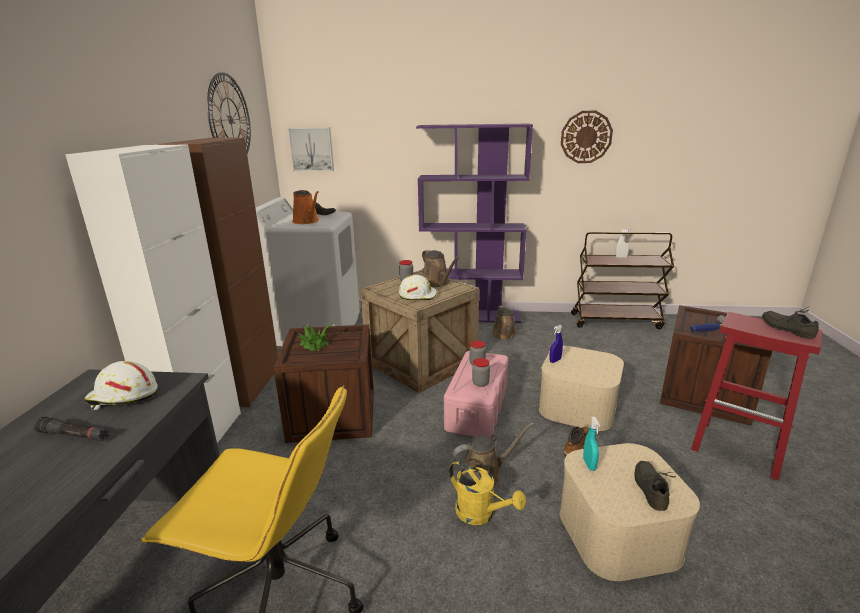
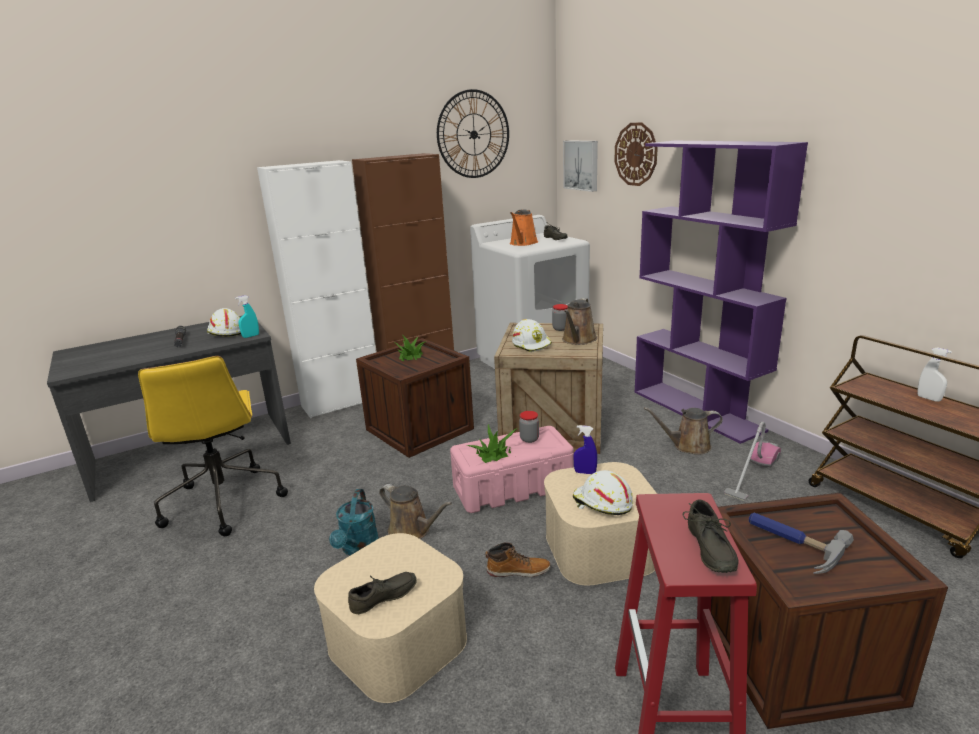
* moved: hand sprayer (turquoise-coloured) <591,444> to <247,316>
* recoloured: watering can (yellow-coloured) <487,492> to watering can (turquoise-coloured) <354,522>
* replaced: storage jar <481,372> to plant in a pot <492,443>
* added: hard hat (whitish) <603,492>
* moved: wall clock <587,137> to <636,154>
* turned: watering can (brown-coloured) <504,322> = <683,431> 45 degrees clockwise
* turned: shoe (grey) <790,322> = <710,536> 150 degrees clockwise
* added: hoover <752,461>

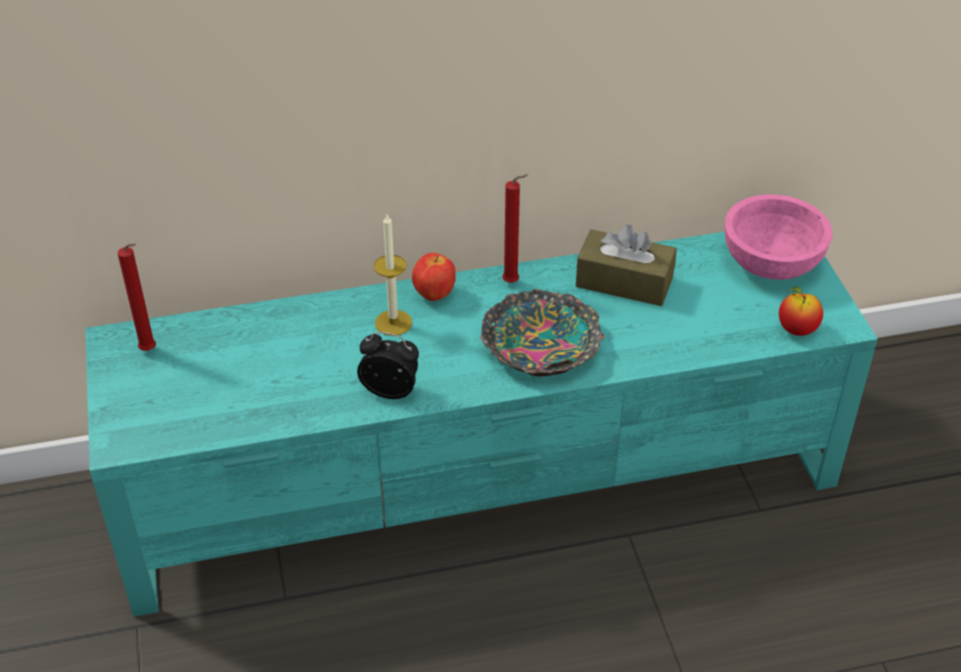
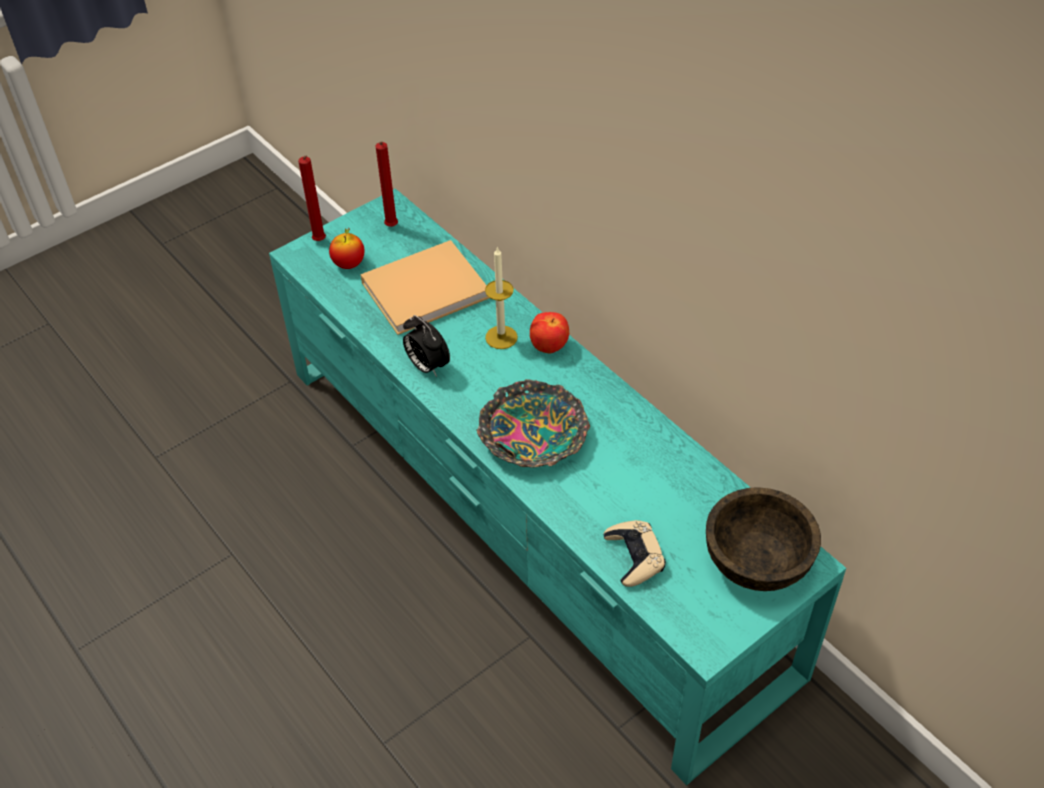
* moved: wax candle (reddish) <515,228> to <312,198>
* moved: whole apple <801,311> to <346,248>
* added: volume (sand-coloured) <425,287>
* turned: alarm clock <388,365> = <426,346> 150 degrees clockwise
* added: joypad (sand-coloured) <634,553>
* recoloured: serving bowl (pinkish) <778,237> to serving bowl (brown-coloured) <763,539>
* removed: box of tissues (brown-coloured) <626,265>

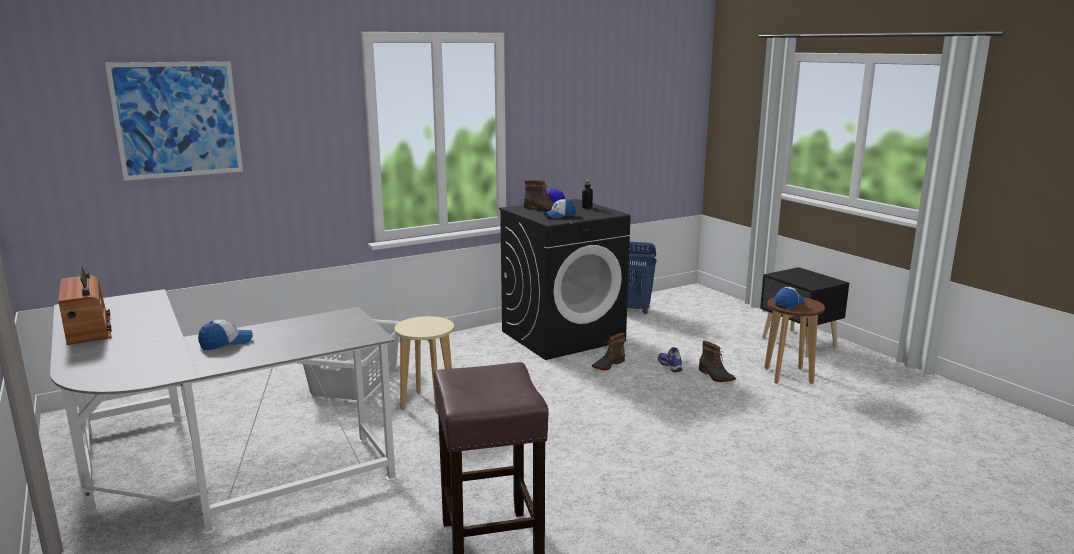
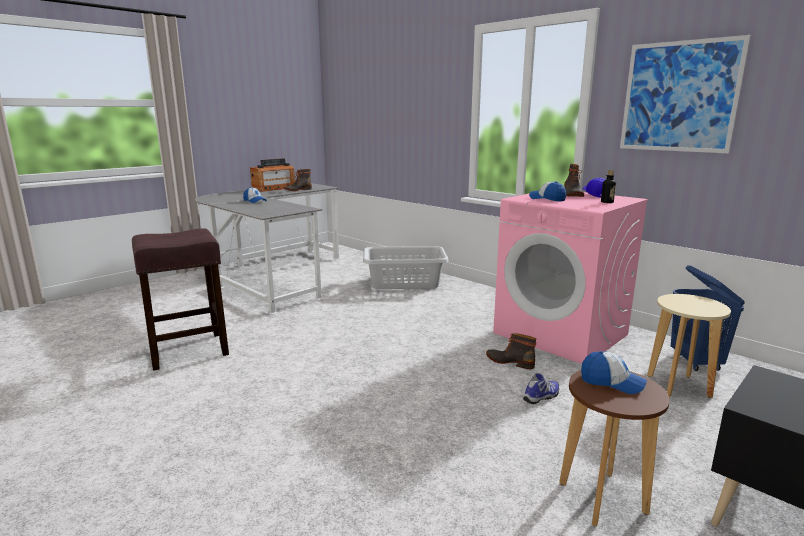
* moved: tall boot <717,361> to <298,180>
* recoloured: laundry appliance (blackish) <565,279> to laundry appliance (pinkish) <570,278>
* moved: picture <174,121> to <685,94>
* moved: stool (sand-coloured) <424,365> to <689,346>

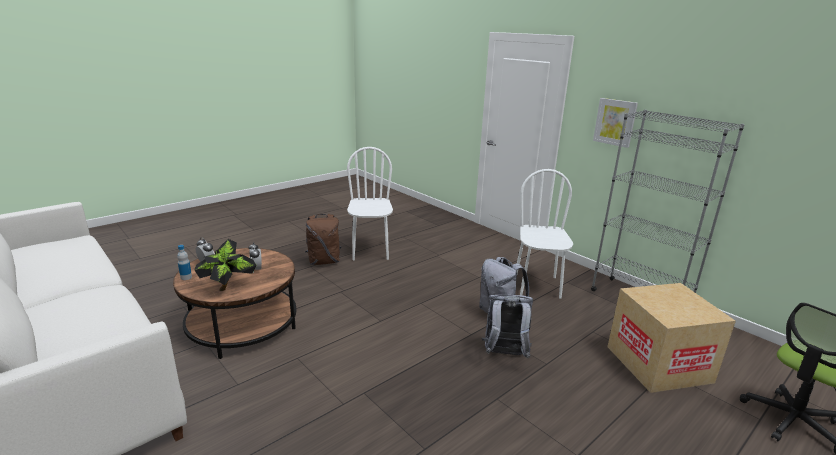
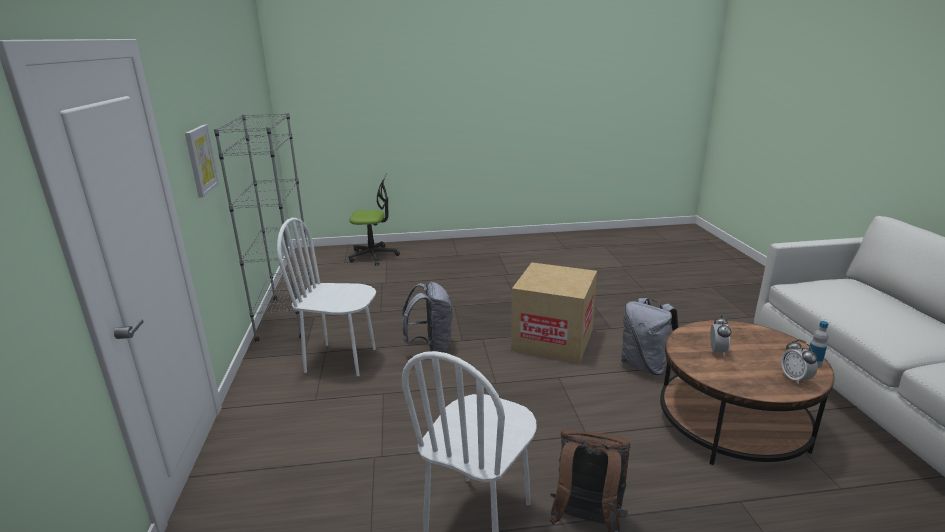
* turned: upright chair (whitish) <544,233> = <326,297> 60 degrees clockwise
* moved: packing box <671,338> to <554,313>
* moved: knapsack (grey) <507,326> to <650,336>
* removed: plant in a pot <225,265>

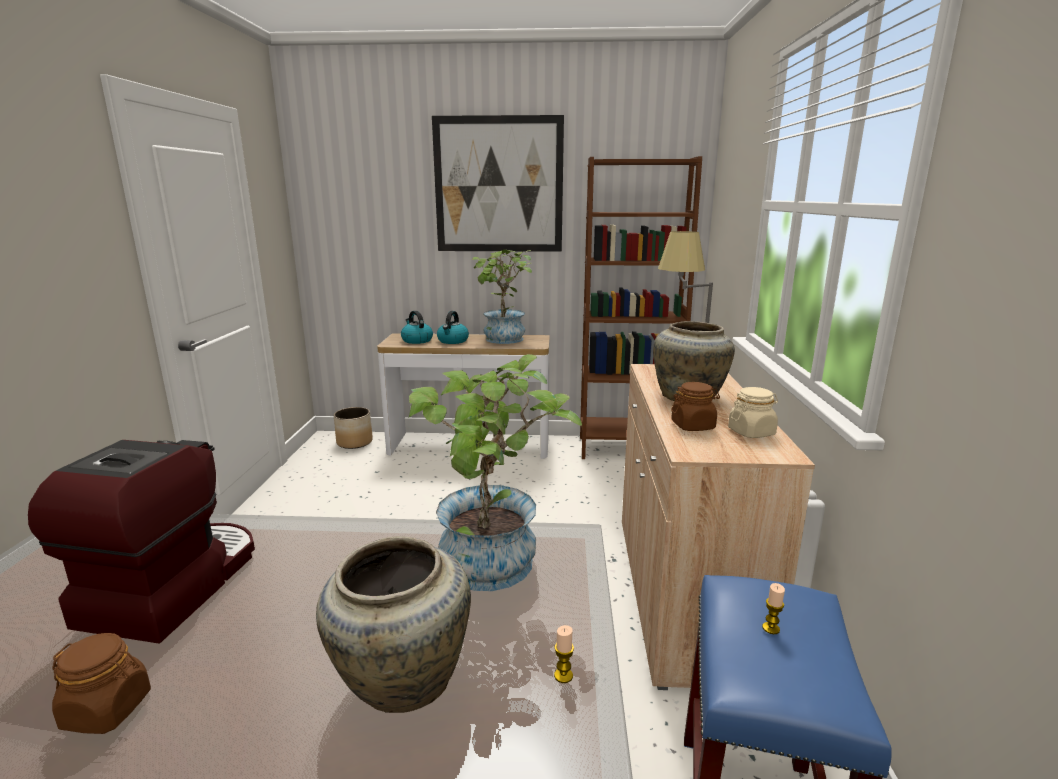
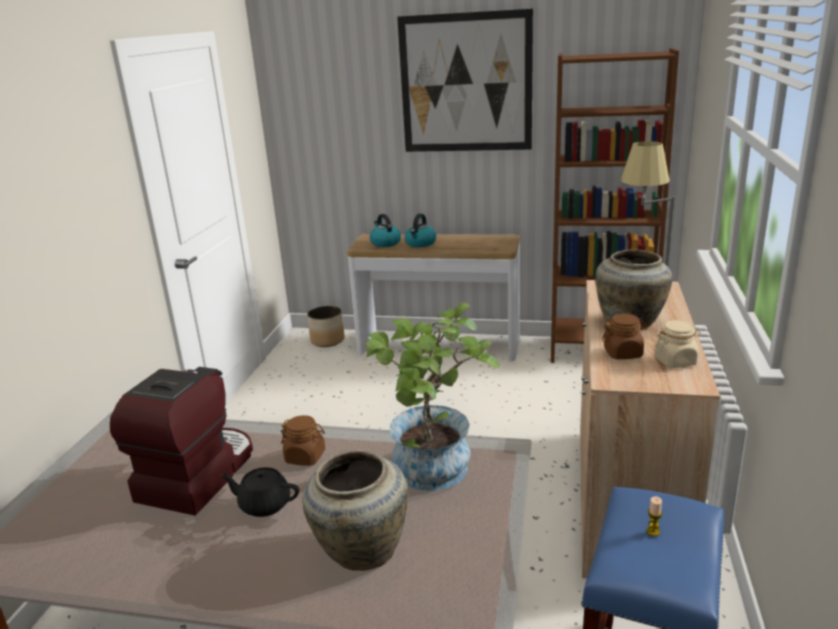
* added: pot for tea (blackish) <259,492>
* moved: storage jar (brown-coloured) <101,683> to <303,440>
* removed: plant in a pot <502,296>
* removed: wax candle <564,654>

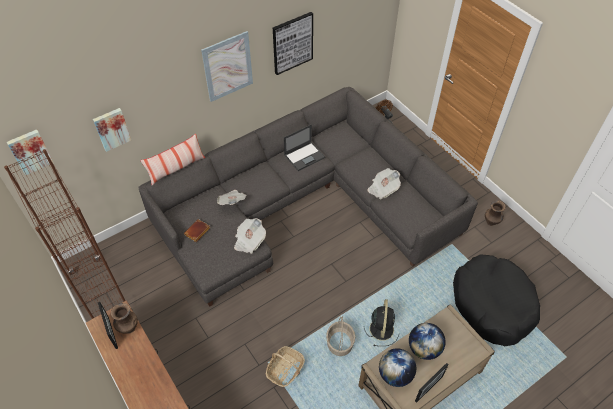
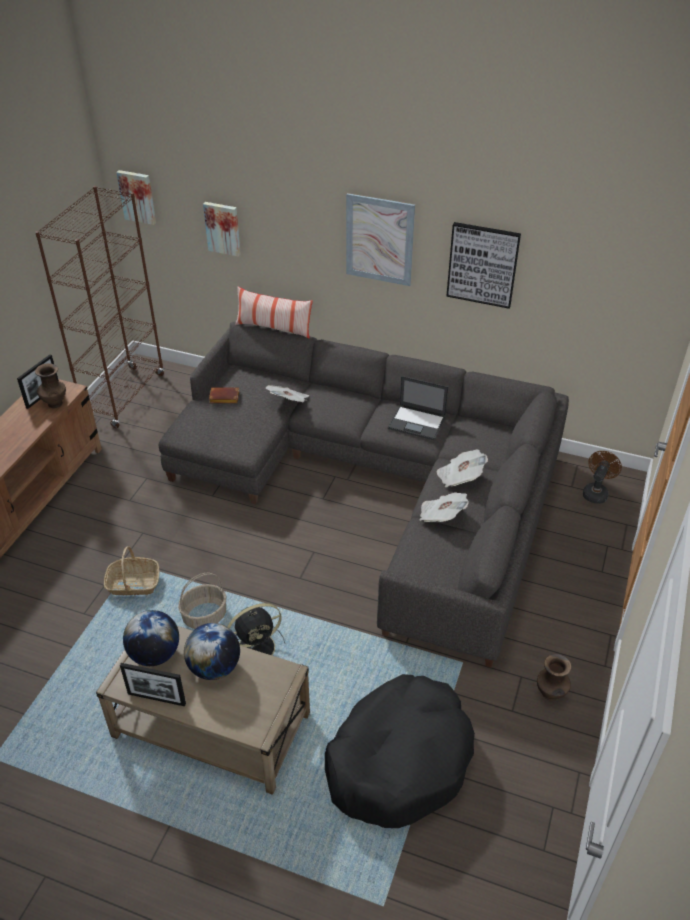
* moved: printed paper <250,236> to <462,468>

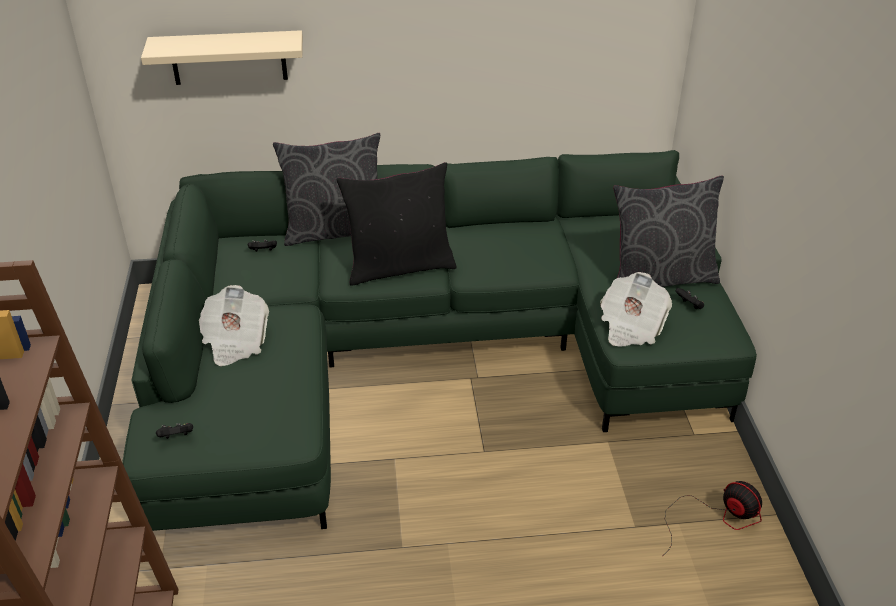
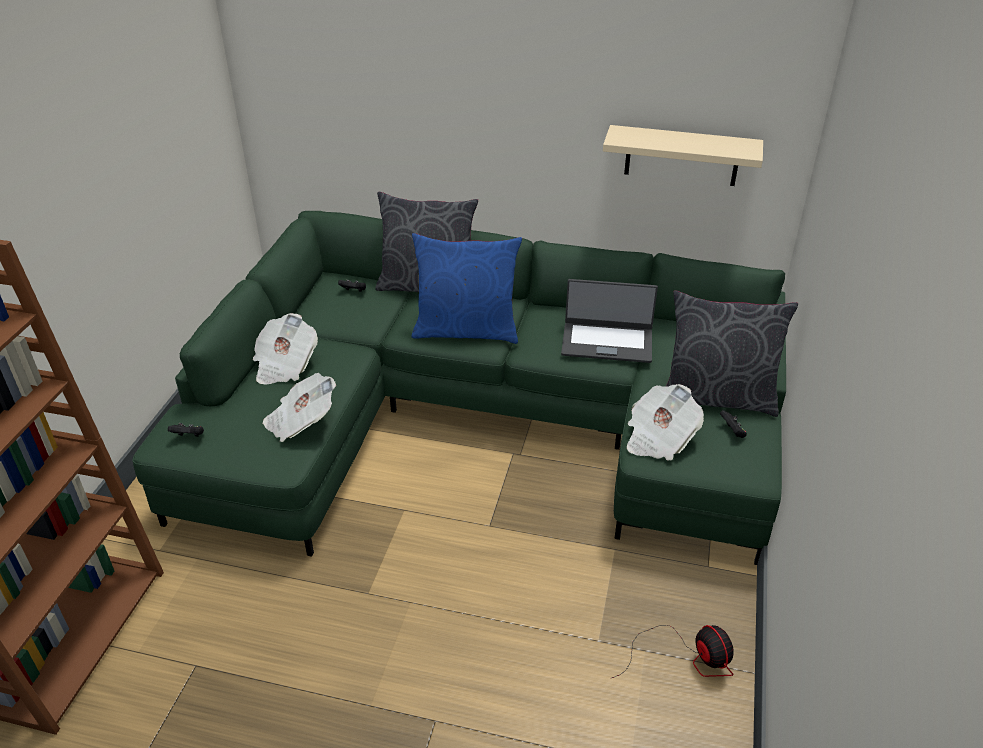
* added: printed paper <299,407>
* recoloured: throw pillow (blackish) <396,224> to throw pillow (blue-coloured) <467,288>
* added: portable computer <609,321>
* moved: wall shelf (sand-coloured) <222,57> to <683,155>

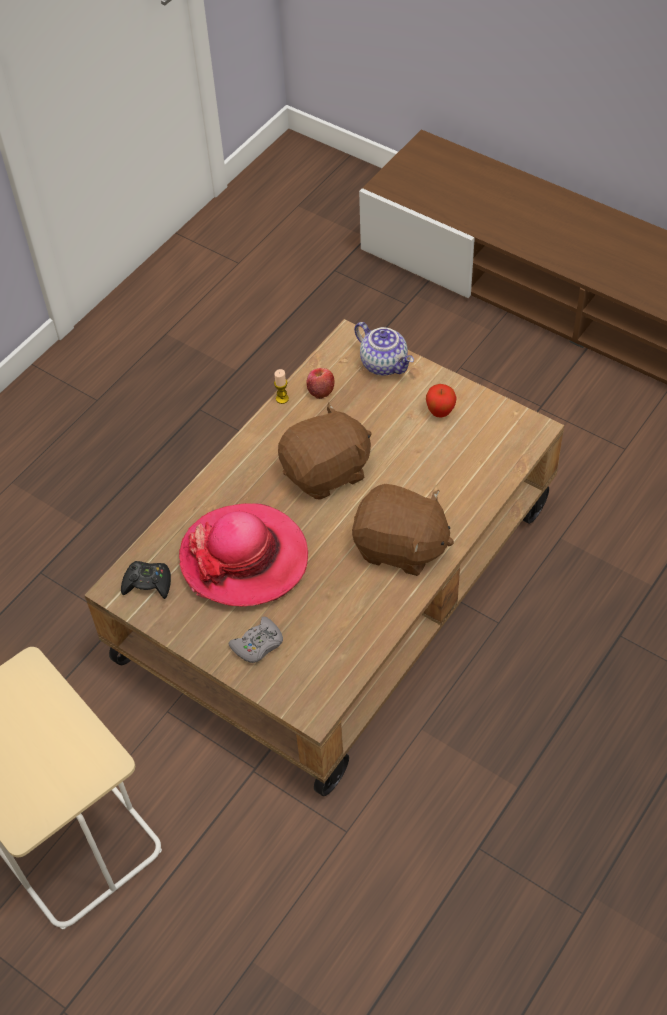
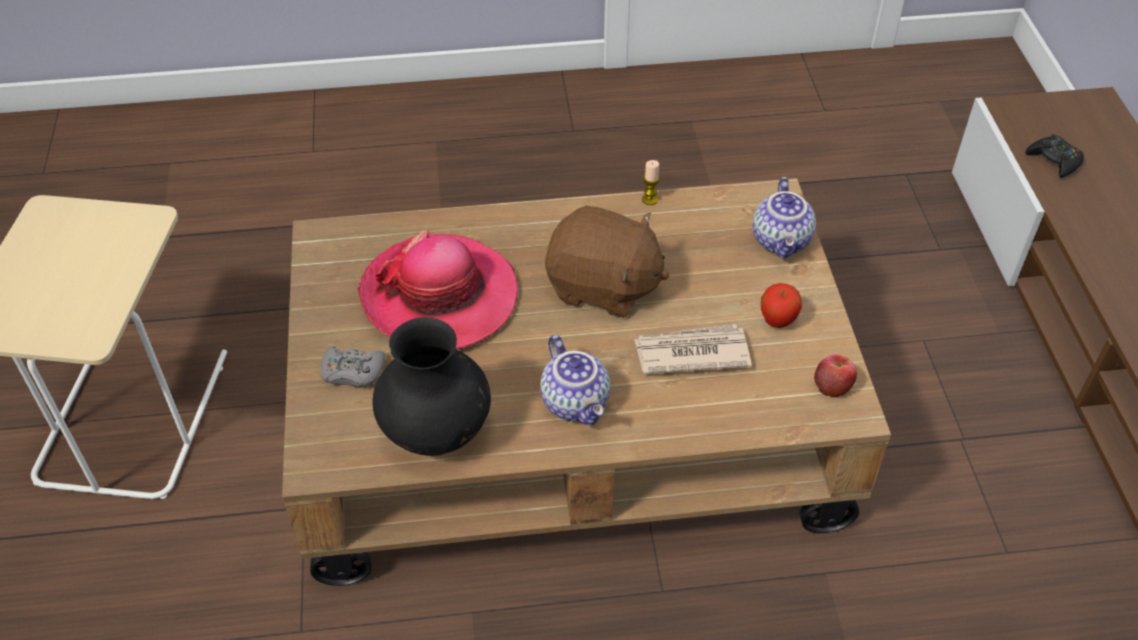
* added: flower vase (blackish) <432,386>
* replaced: plush toy (brown-coloured) <403,530> to pot for tea <575,380>
* added: printed paper <693,349>
* moved: whole apple <320,383> to <835,376>
* moved: joypad (blackish) <146,580> to <1054,156>

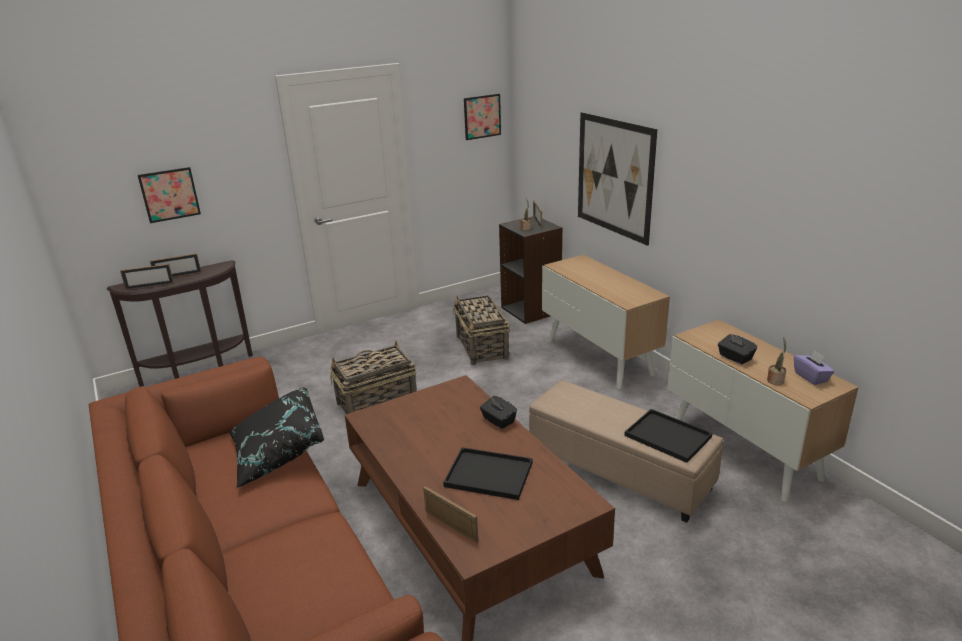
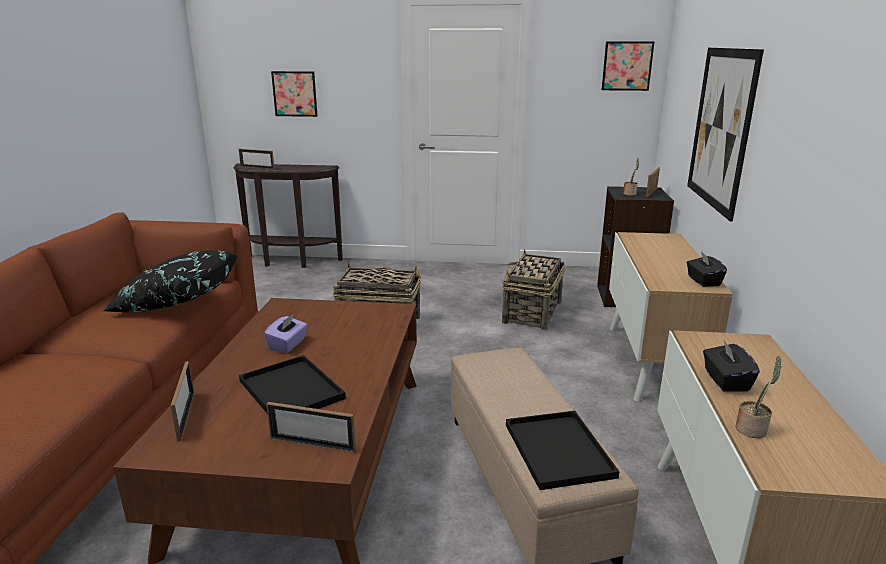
* moved: box of tissues (purple) <814,367> to <285,333>
* moved: standing frame <175,265> to <311,427>
* moved: box of tissues (blackish) <498,412> to <707,269>

